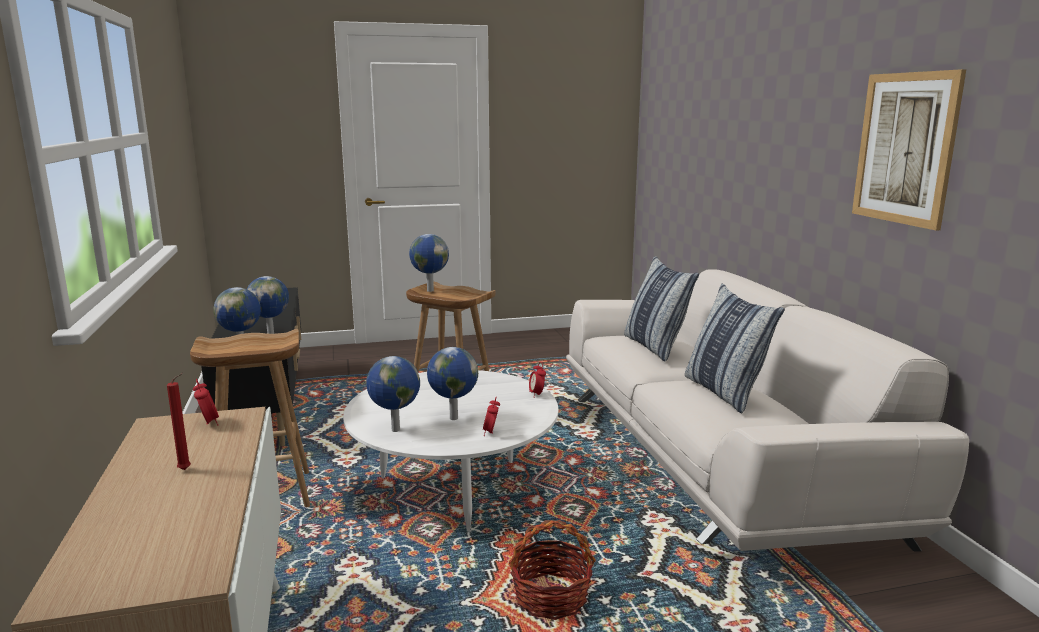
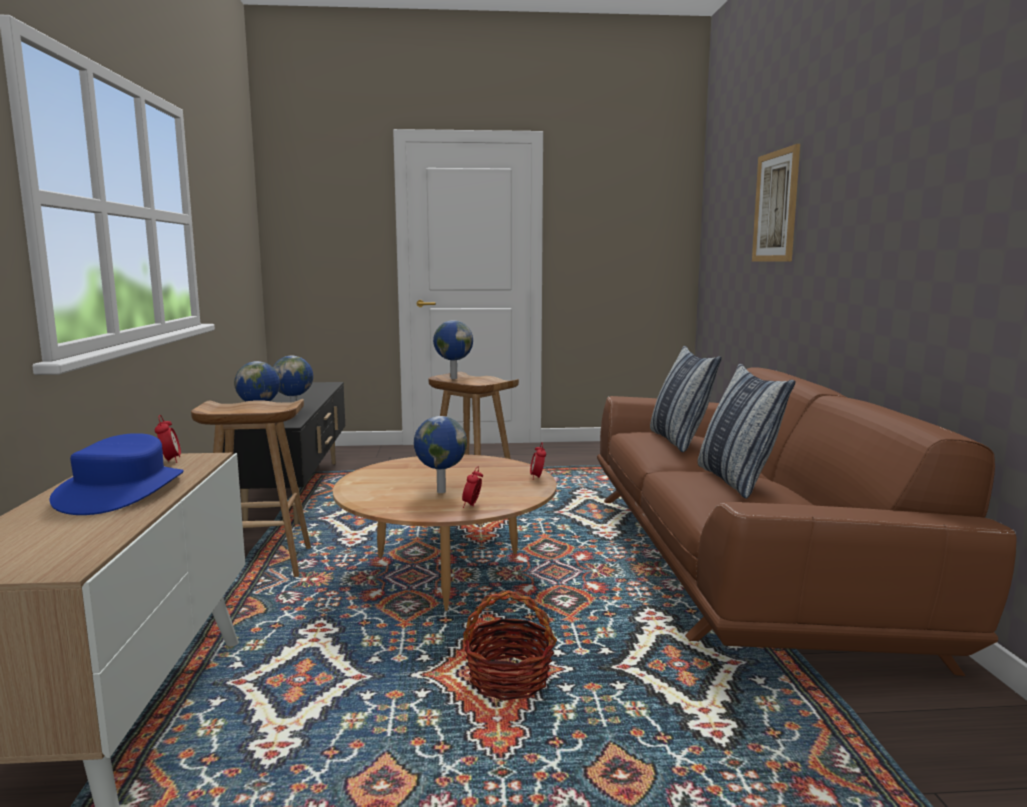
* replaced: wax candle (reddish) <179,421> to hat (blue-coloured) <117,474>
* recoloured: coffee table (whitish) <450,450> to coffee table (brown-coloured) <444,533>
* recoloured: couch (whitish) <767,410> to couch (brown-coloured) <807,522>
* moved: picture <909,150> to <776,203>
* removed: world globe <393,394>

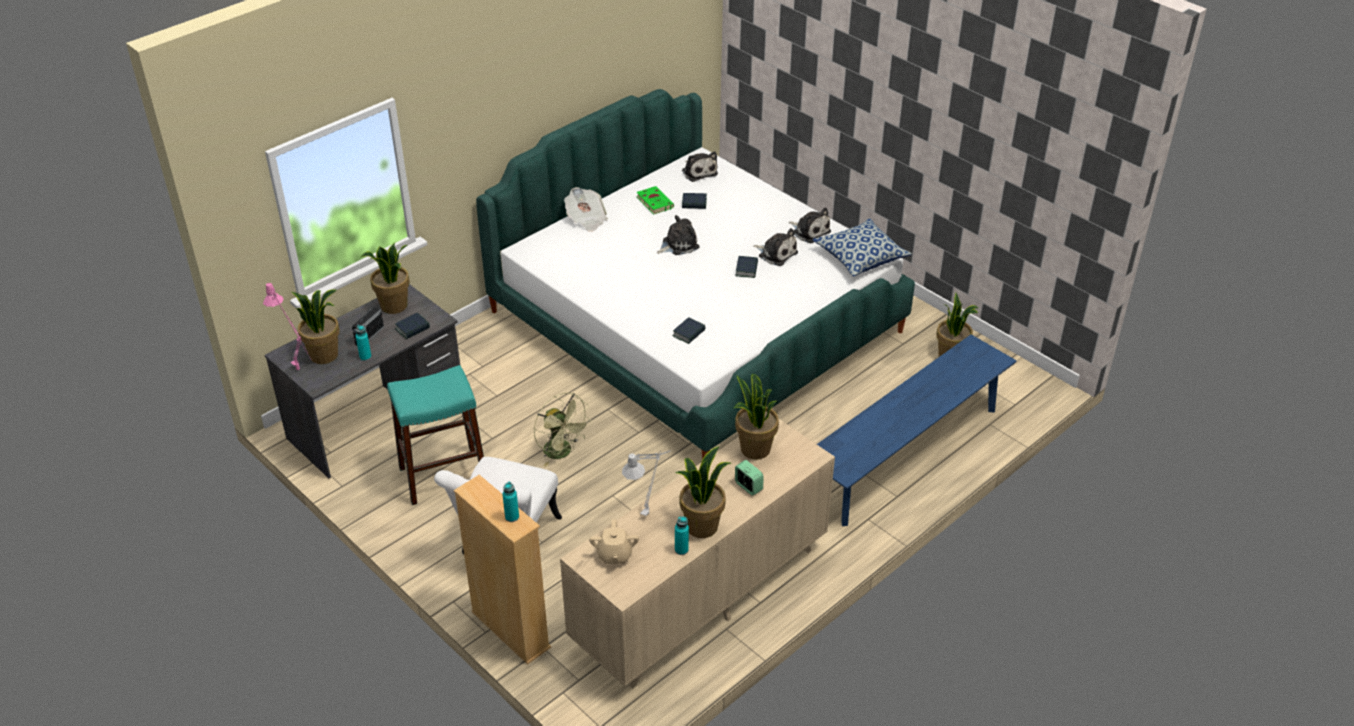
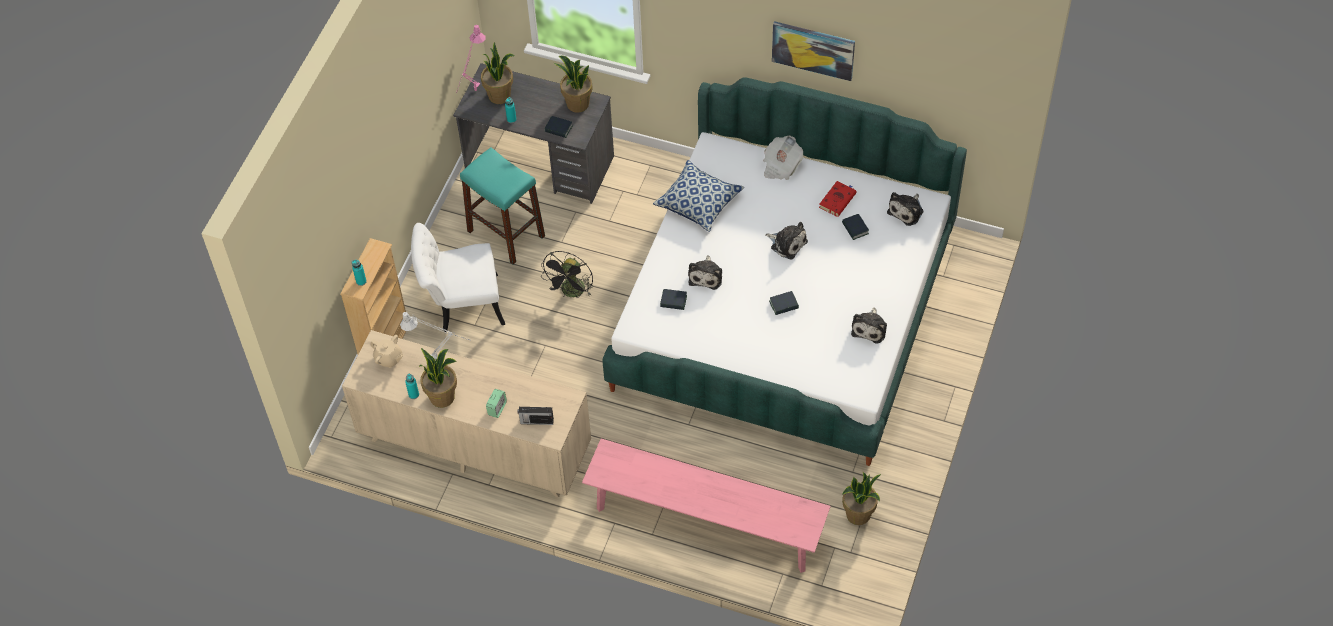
* turned: pot for tea (sand-coloured) <614,542> = <387,351> 120 degrees counterclockwise
* moved: radio set <368,325> to <535,416>
* recoloured: electric fan (green-coloured) <563,429> to electric fan (blackish) <567,274>
* recoloured: long seat (blue-coloured) <917,430> to long seat (pinkish) <706,505>
* moved: throw pillow <862,247> to <698,196>
* moved: plush toy <775,247> to <705,272>
* added: picture <813,51>
* recoloured: volume (green-coloured) <655,200> to volume (reddish) <838,199>
* removed: plant in a pot <756,416>

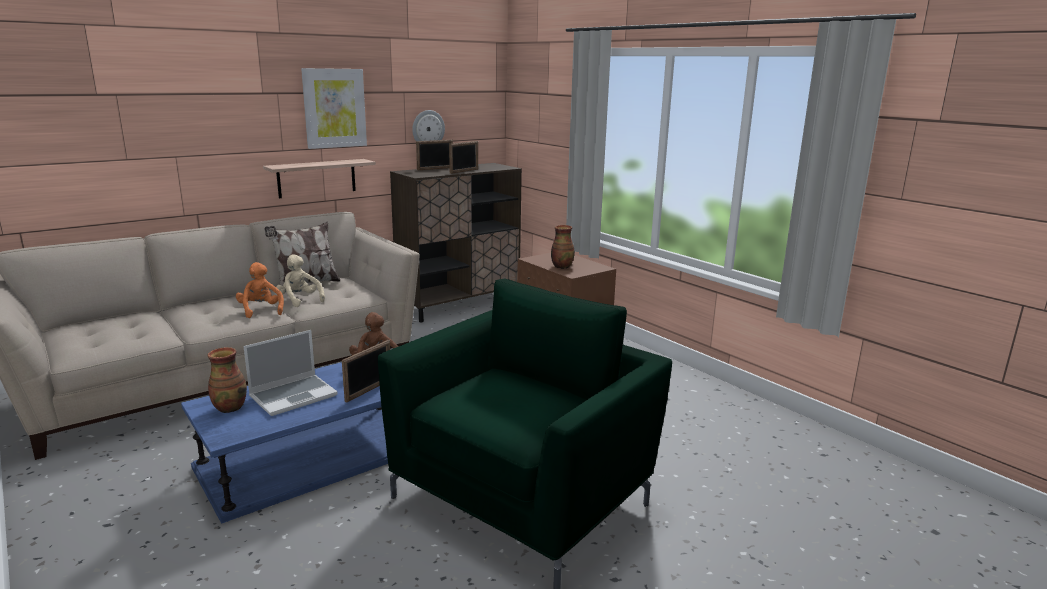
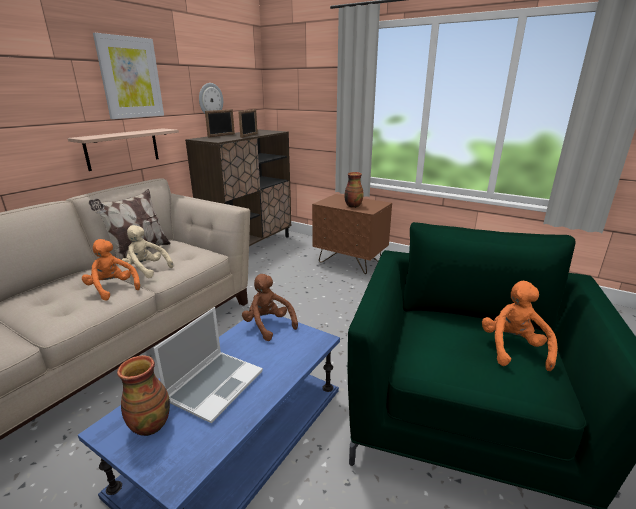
* added: plush toy (orange) <520,326>
* removed: standing frame <366,371>

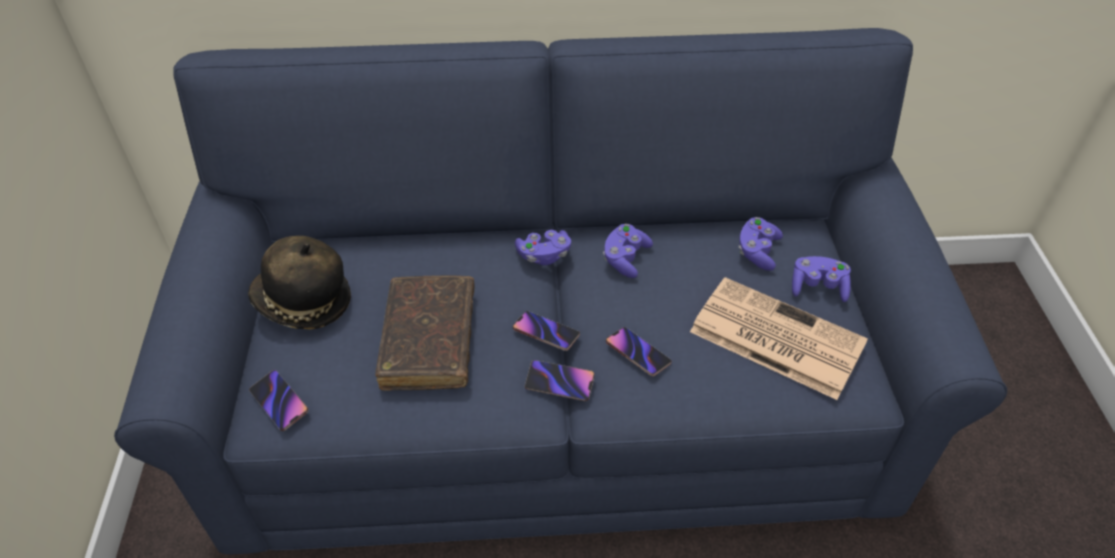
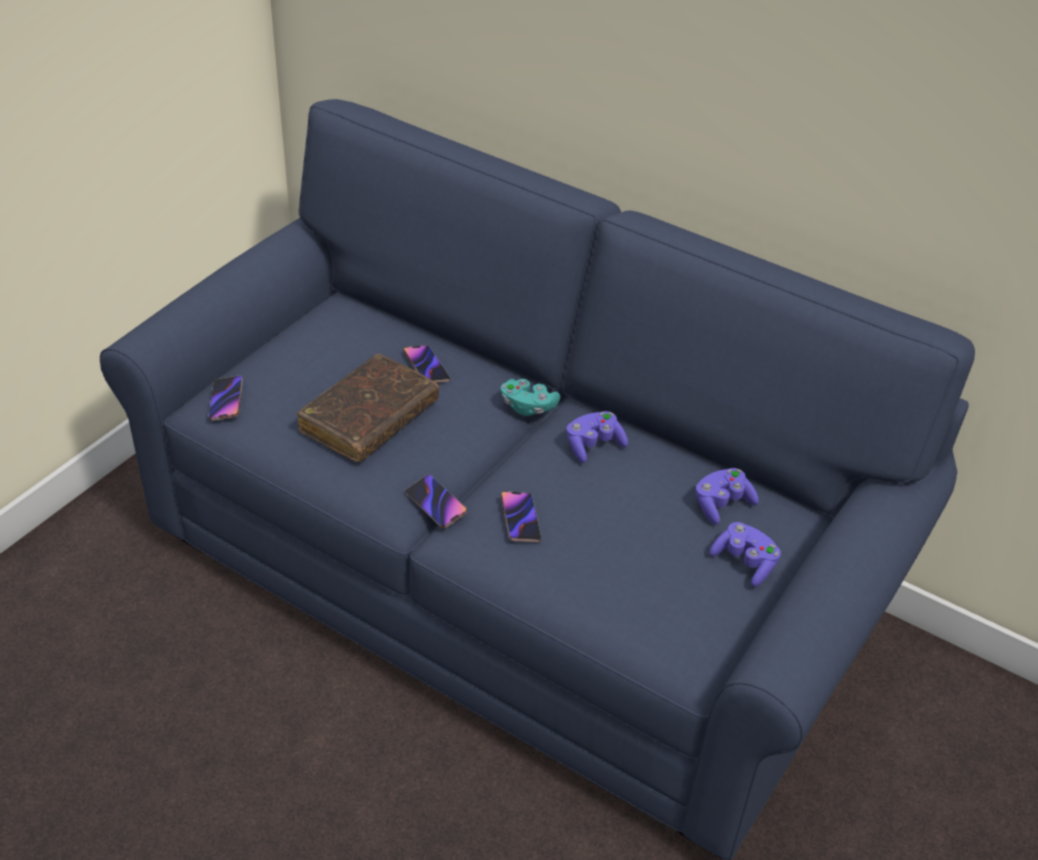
* moved: phone <546,331> to <426,364>
* recoloured: joypad (purple) <543,247> to joypad (turquoise-coloured) <530,397>
* removed: hat <299,282>
* removed: printed paper <779,338>

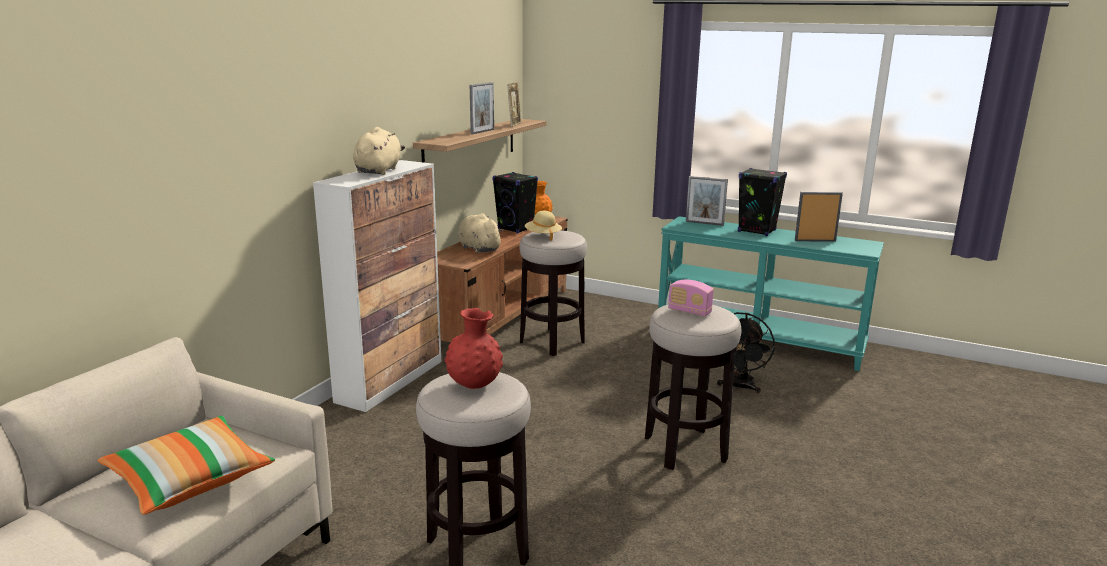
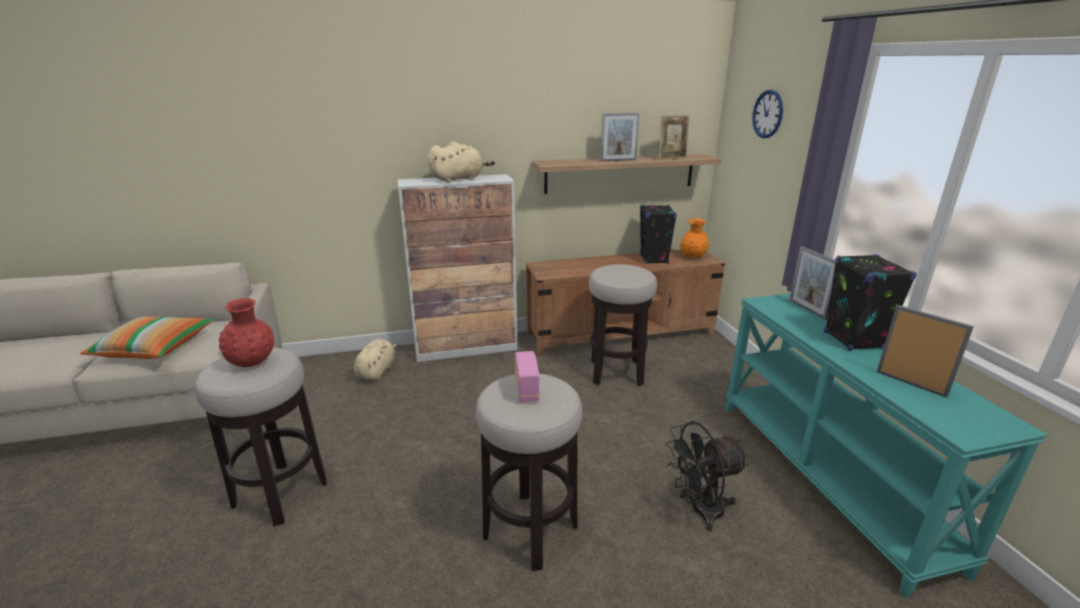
* moved: plush toy (sand-coloured) <480,233> to <376,360>
* added: wall clock <767,114>
* removed: hat (sand-coloured) <543,226>

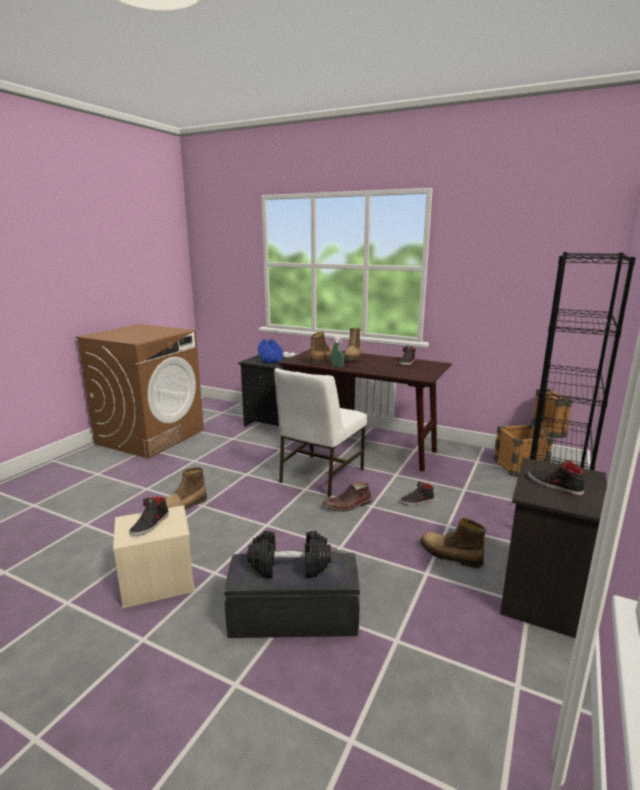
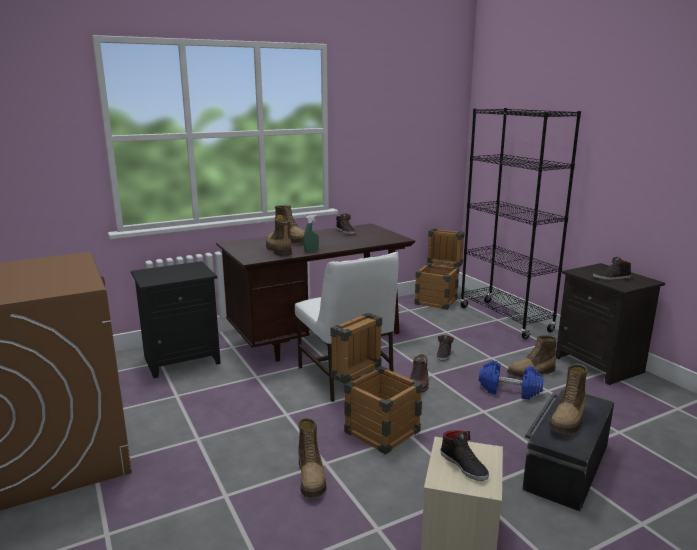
* added: crate <376,384>
* moved: hand weight (blue-coloured) <270,351> to <511,380>
* replaced: hand weight (blackish) <289,554> to tall boot <568,399>

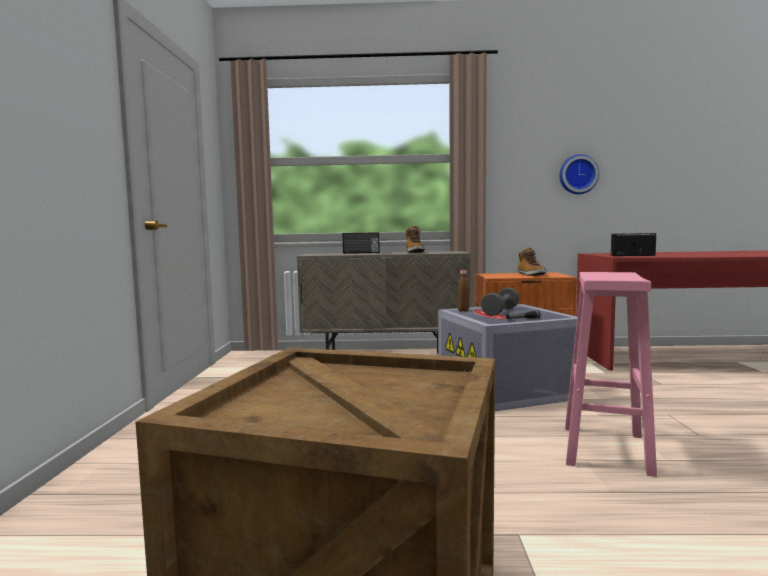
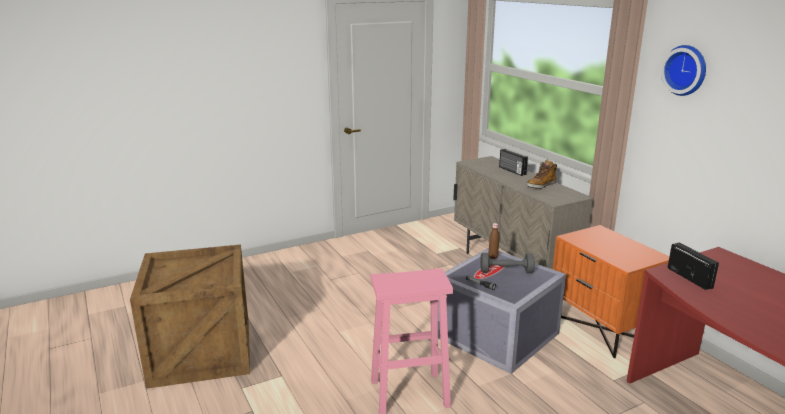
* moved: wall clock <579,174> to <683,70>
* removed: tall boot <532,261>

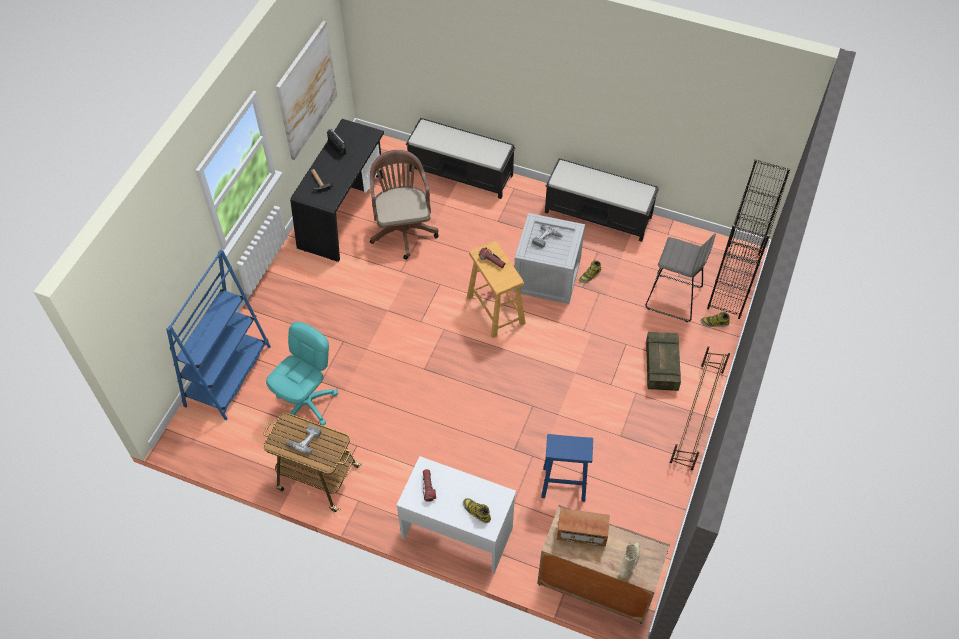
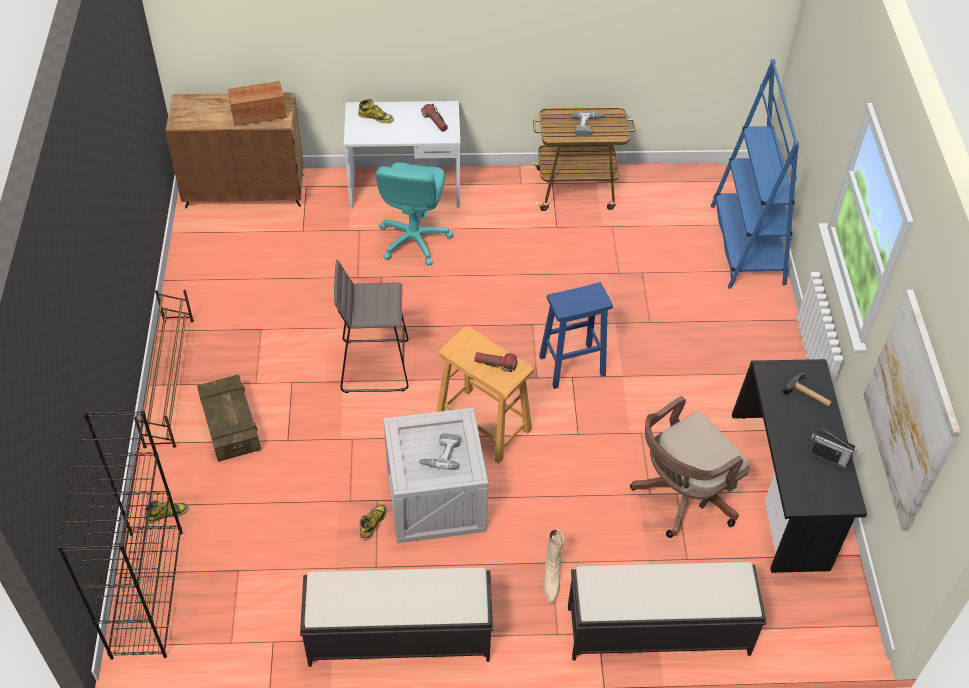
* moved: stool (grey) <681,278> to <371,326>
* moved: office chair (turquoise-coloured) <302,374> to <414,214>
* moved: stool (blue-coloured) <567,468> to <576,335>
* moved: tall boot (sand-coloured) <629,560> to <553,566>
* turned: office chair (brown-coloured) <404,204> = <689,467> 90 degrees clockwise

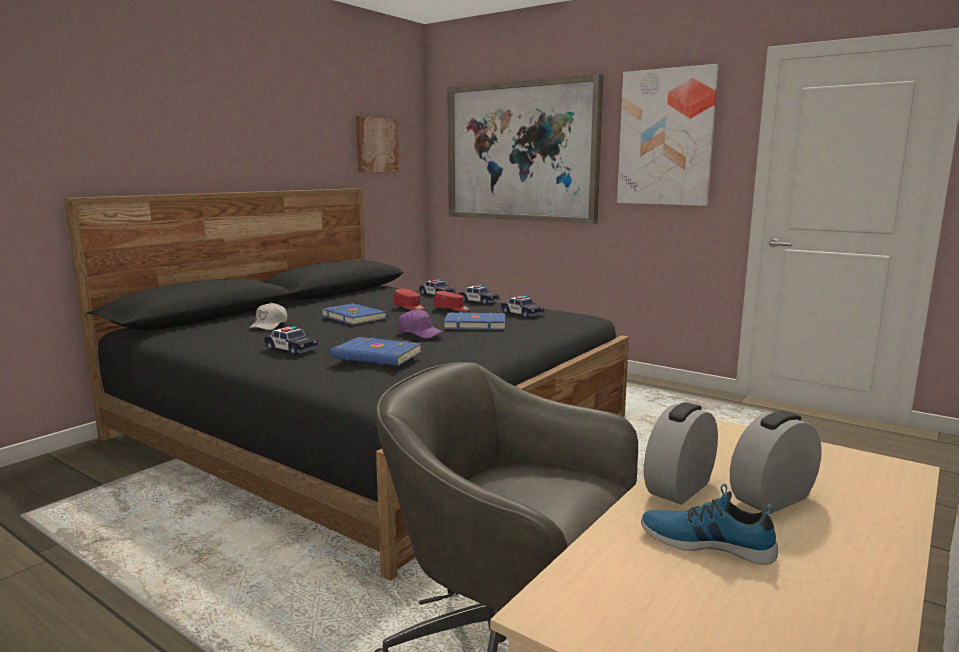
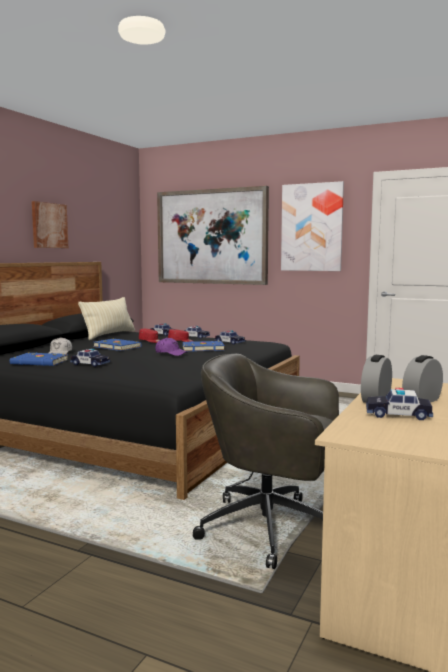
* moved: volume (blue-coloured) <376,351> to <39,359>
* moved: picture <377,144> to <50,224>
* added: throw pillow (sand-coloured) <106,318>
* replaced: shoe <709,524> to model car <399,404>

